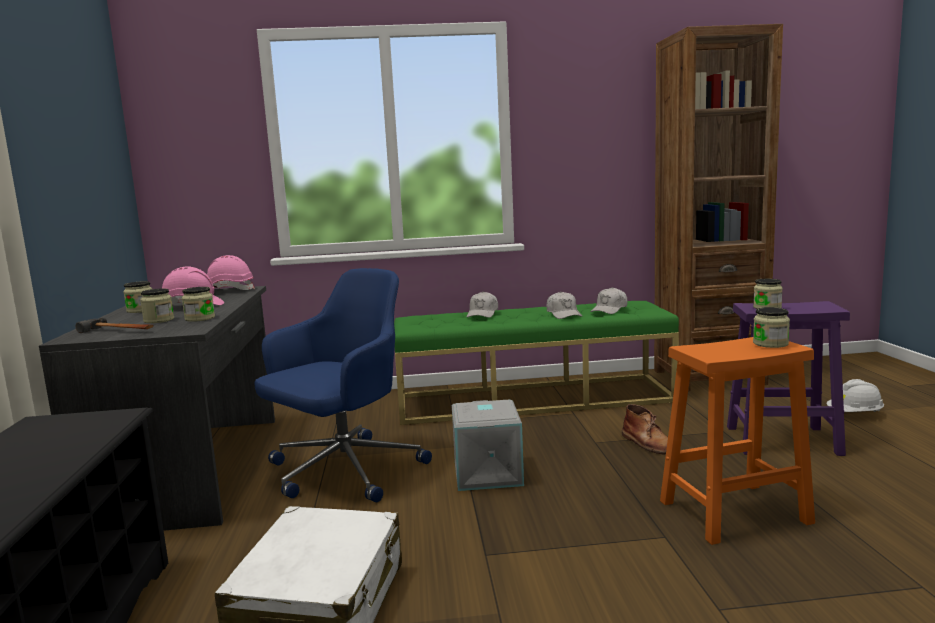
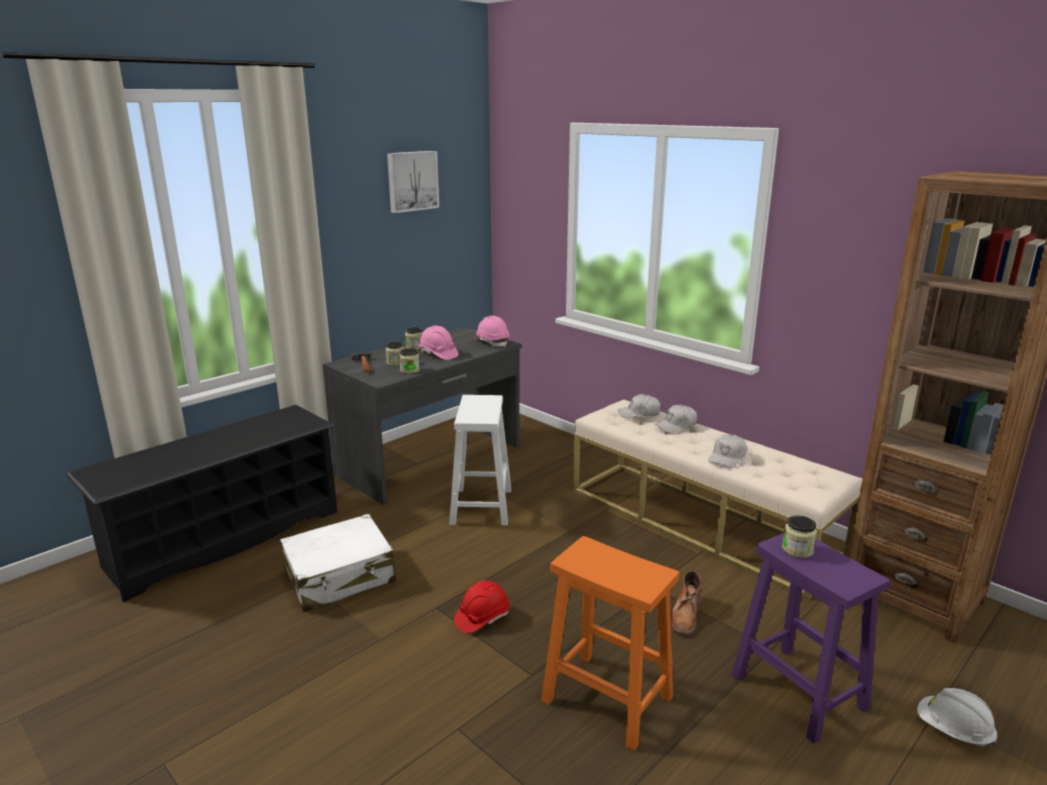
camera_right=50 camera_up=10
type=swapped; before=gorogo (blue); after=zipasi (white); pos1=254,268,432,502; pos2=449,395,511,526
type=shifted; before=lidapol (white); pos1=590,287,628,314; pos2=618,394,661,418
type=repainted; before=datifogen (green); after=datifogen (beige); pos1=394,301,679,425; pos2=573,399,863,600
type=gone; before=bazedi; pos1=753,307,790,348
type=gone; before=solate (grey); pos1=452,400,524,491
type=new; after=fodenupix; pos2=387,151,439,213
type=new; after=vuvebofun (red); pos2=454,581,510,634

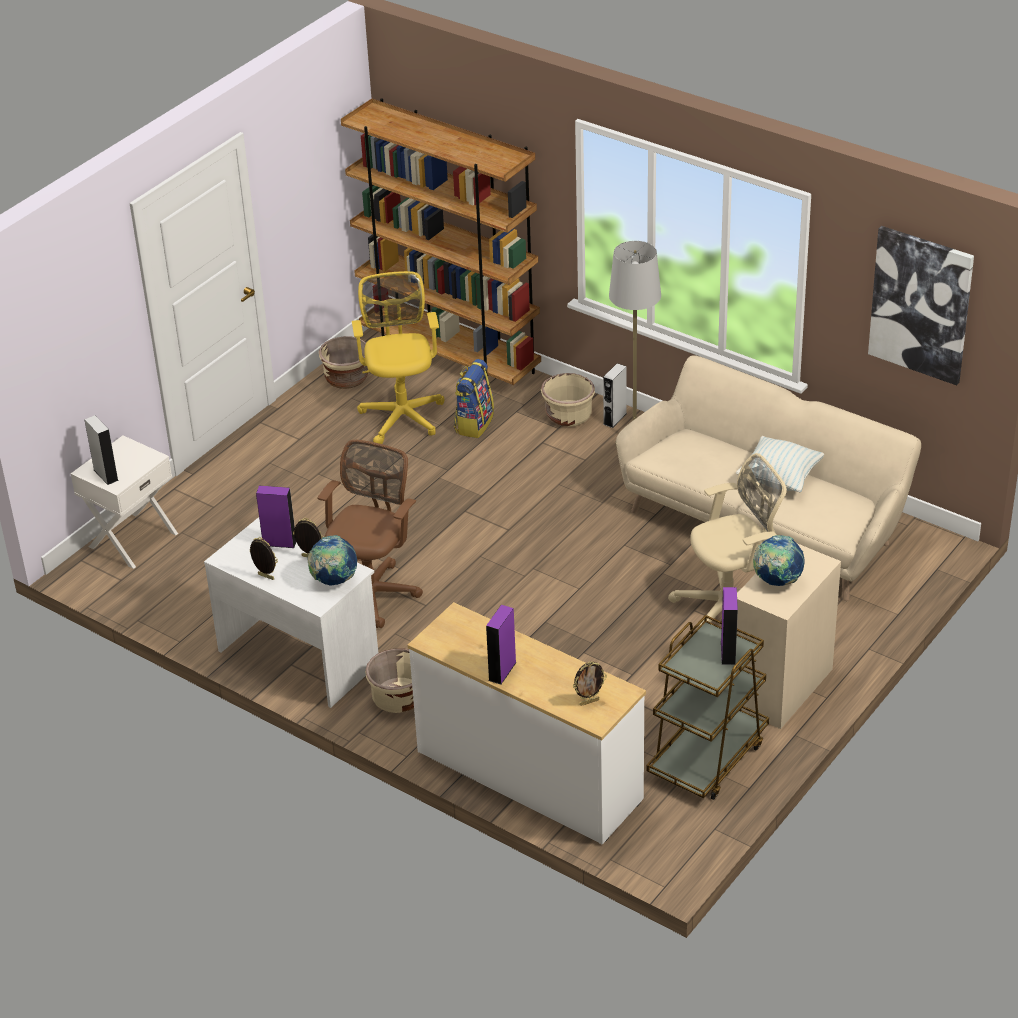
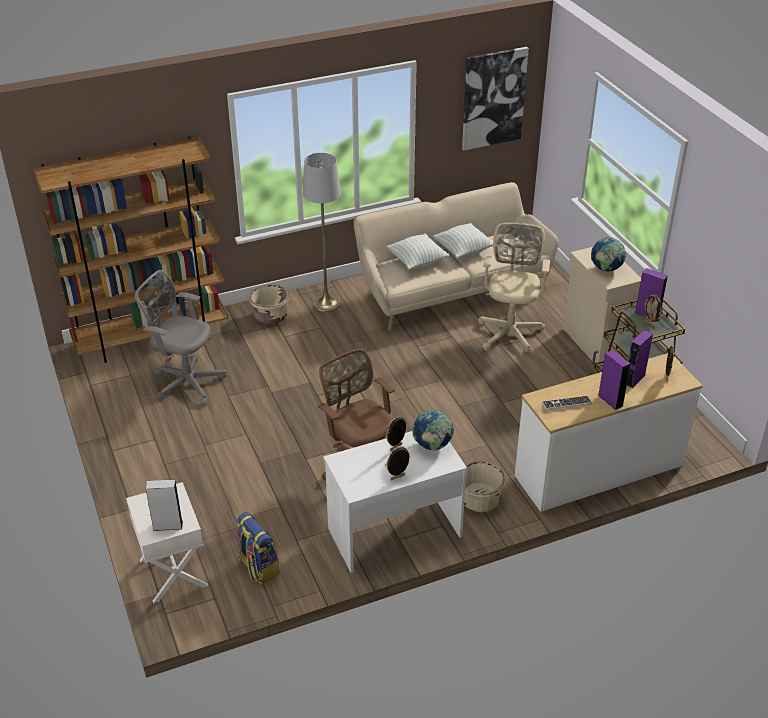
camera_right=-60 camera_up=0
type=repainted; before=gorogo (yellow); after=gorogo (grey); pos1=352,271,444,444; pos2=135,270,227,406
type=gone; before=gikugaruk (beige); pos1=319,336,368,389
type=shifted; before=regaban; pos1=454,359,494,438; pos2=236,512,280,585
type=gone; before=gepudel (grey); pos1=603,363,627,428
type=shifted; before=gepudel (purple); pos1=256,486,296,548; pos2=627,330,653,388
type=new; after=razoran; pos2=386,234,449,269
type=new; after=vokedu; pos2=644,295,663,328
type=new; after=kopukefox; pos2=542,396,592,410

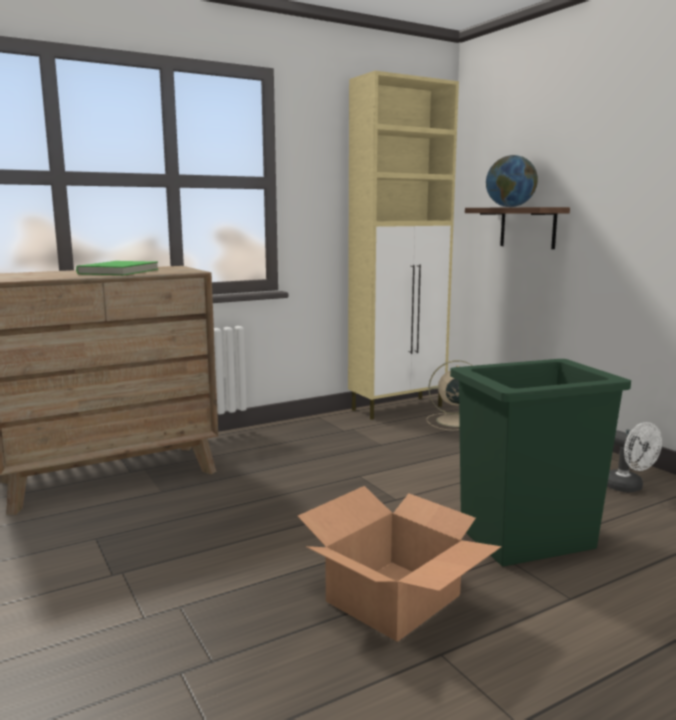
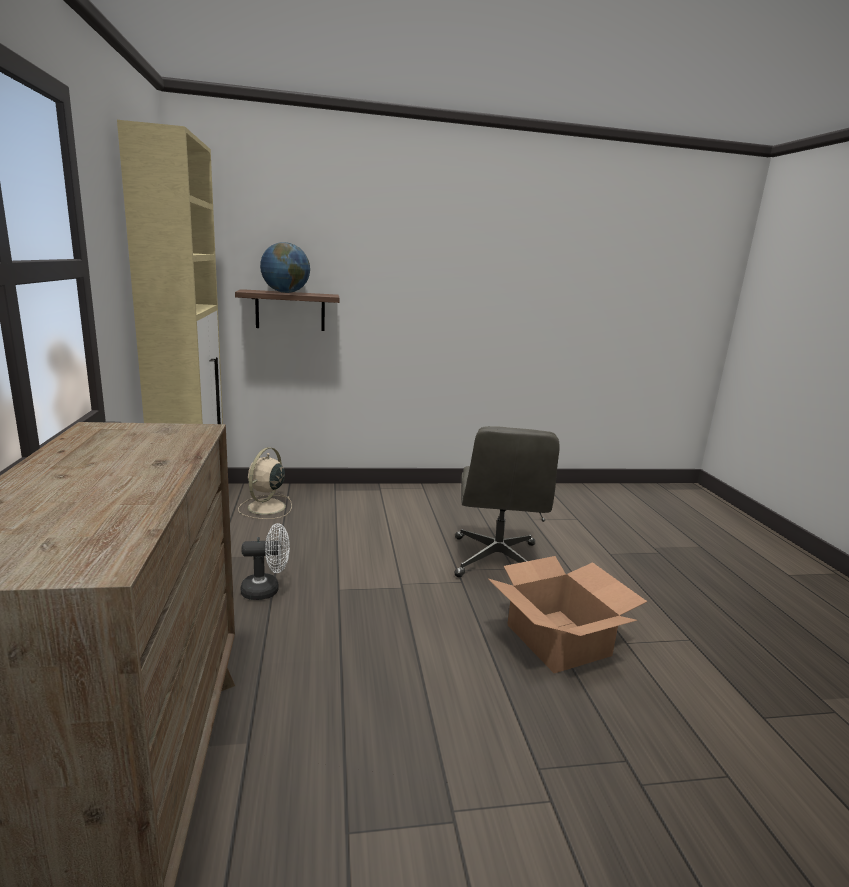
camera_right=-70 camera_up=5
type=gone; before=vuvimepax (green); pos1=76,261,158,275
type=swapped; before=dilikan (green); after=gorogo (grey); pos1=450,359,631,566; pos2=454,426,560,577
type=shifted; before=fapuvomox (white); pos1=607,422,662,492; pos2=241,523,290,600

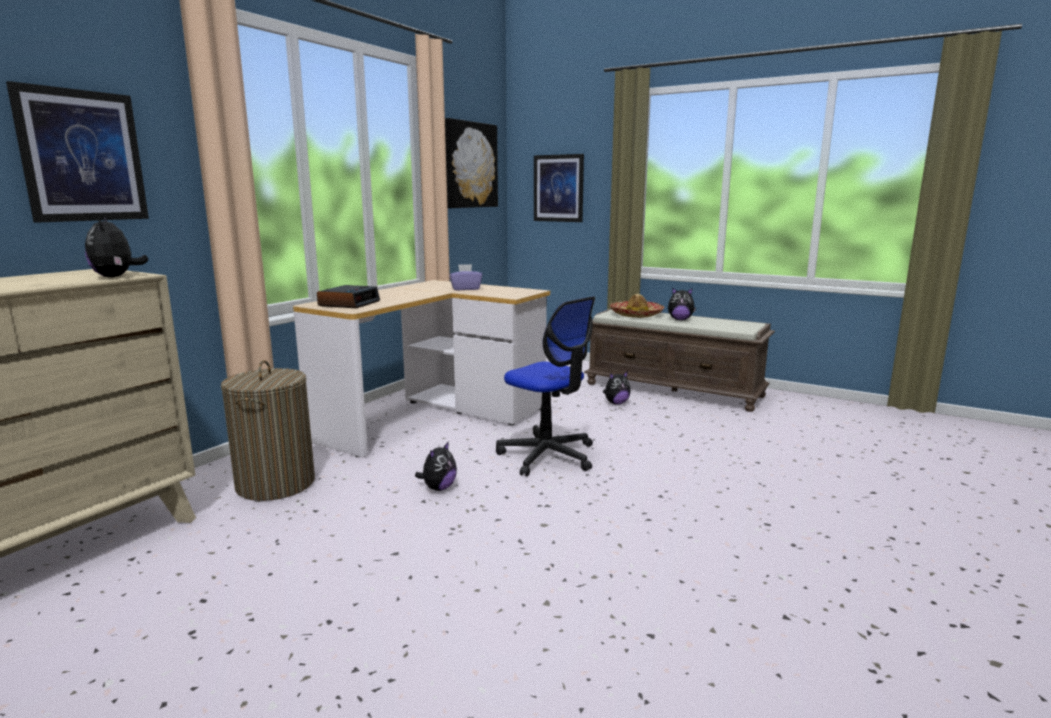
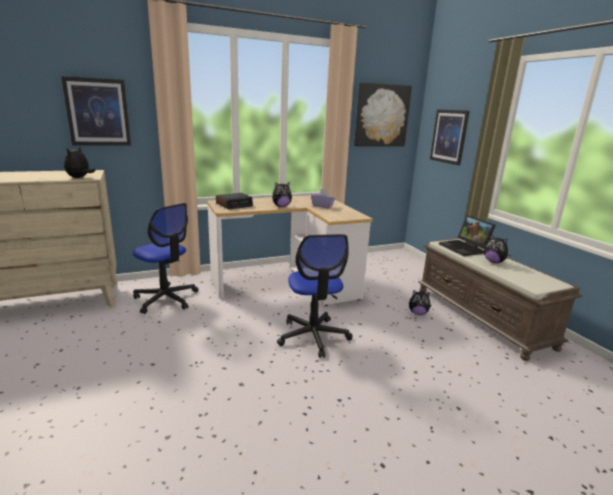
camera_right=35 camera_up=5
type=swapped; before=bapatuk; after=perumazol; pos1=609,294,665,318; pos2=439,215,496,256
type=swapped; before=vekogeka; after=gorogo; pos1=221,360,315,501; pos2=133,203,198,314
type=shifted; before=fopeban; pos1=415,441,457,491; pos2=272,182,292,207

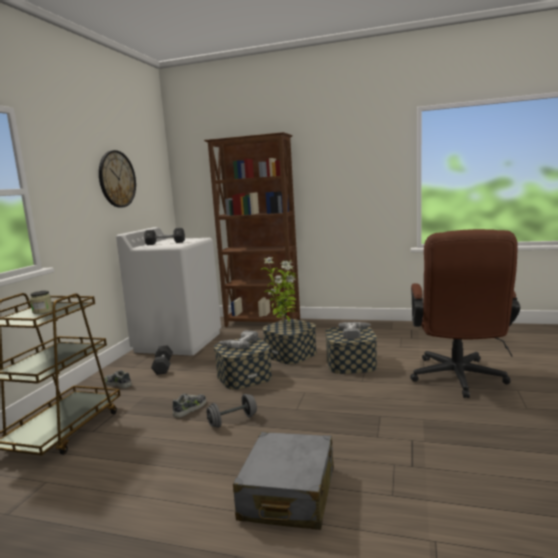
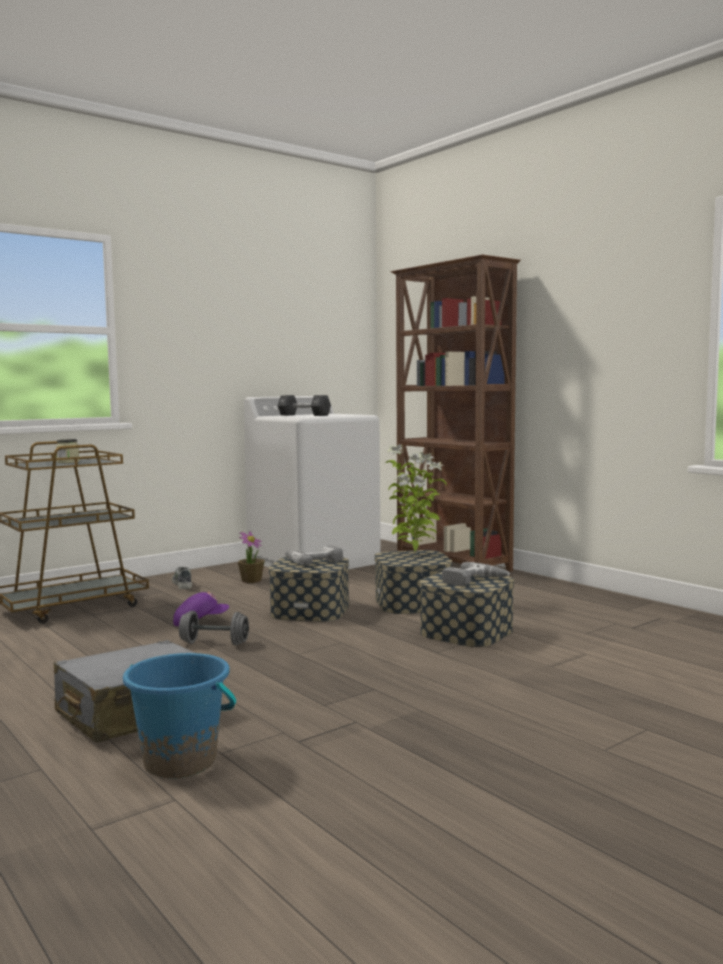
camera_right=35 camera_up=-5
type=gone; before=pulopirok; pos1=99,150,136,207
type=gone; before=gorogo (brown); pos1=410,229,520,398
type=swapped; before=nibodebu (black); after=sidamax; pos1=151,345,173,375; pos2=238,531,265,583
type=swapped; before=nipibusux; after=lidapol (purple); pos1=173,394,206,418; pos2=173,592,229,626
type=new; after=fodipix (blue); pos2=123,653,236,778

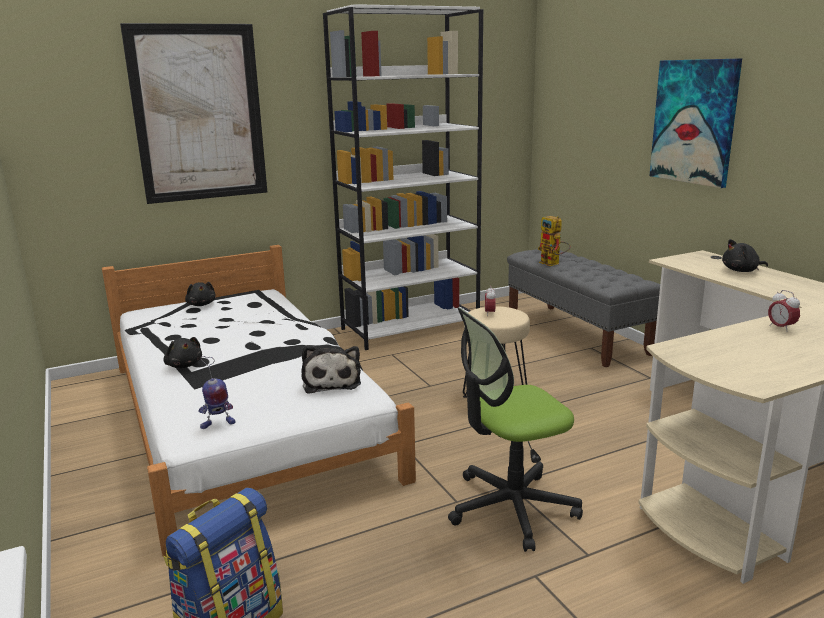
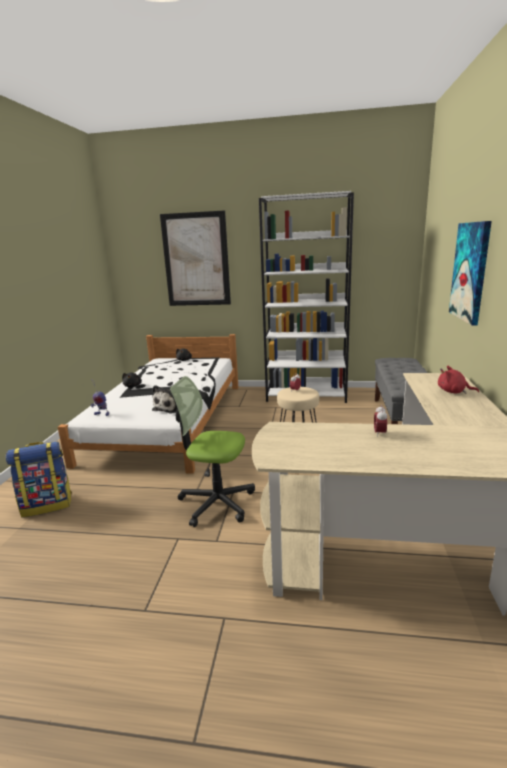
camera_right=35 camera_up=0
type=gone; before=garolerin; pos1=538,216,571,266
type=repainted; before=fopeban (black); after=fopeban (red); pos1=722,239,768,272; pos2=438,366,479,394

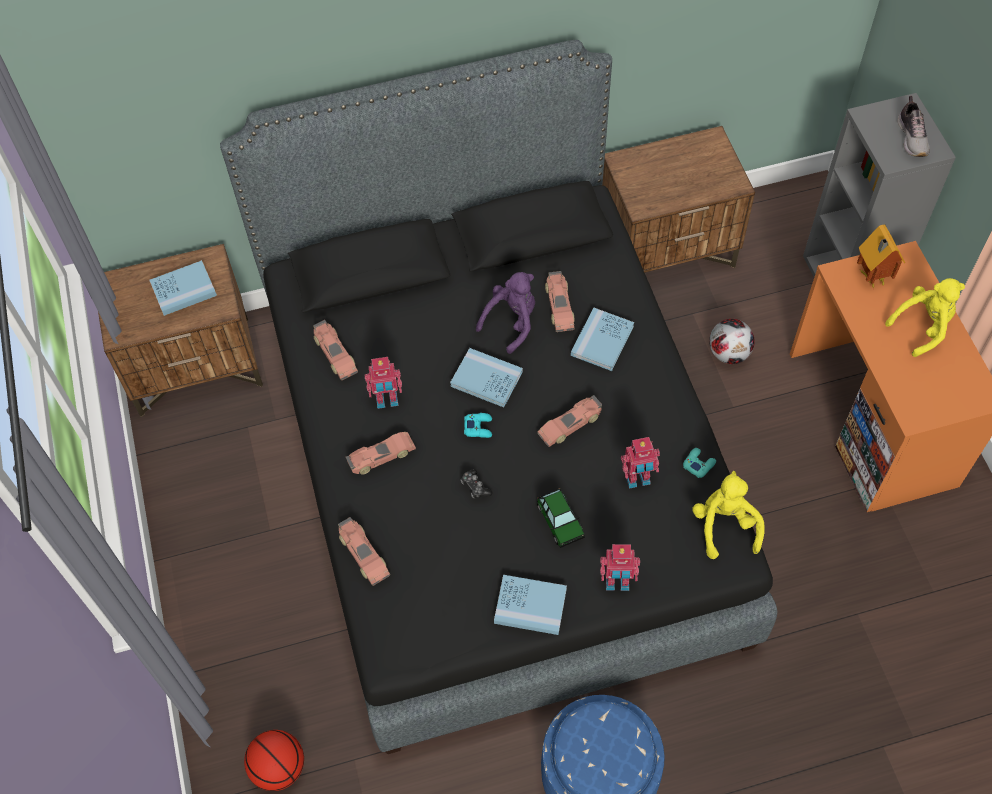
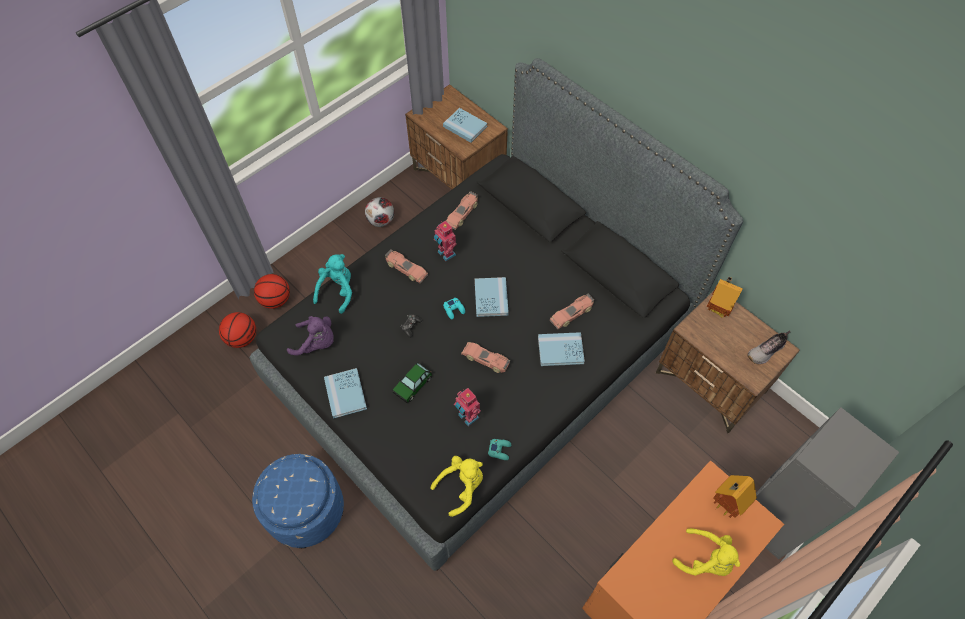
camera_right=60 camera_up=0
type=shifted; before=nipibusux; pos1=898,96,930,157; pos2=748,331,790,364
type=shifted; before=fopeban (purple); pos1=476,272,535,354; pos2=287,316,334,355
type=shifted; before=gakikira; pos1=709,319,755,364; pos2=365,197,394,227
type=swapped; before=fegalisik; after=fopeban (turquoise); pos1=338,517,390,586; pos2=313,254,352,314
type=gone; before=garolerin; pos1=600,544,640,591
type=new; after=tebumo; pos2=254,274,290,309
type=new; after=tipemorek; pos2=707,277,743,318

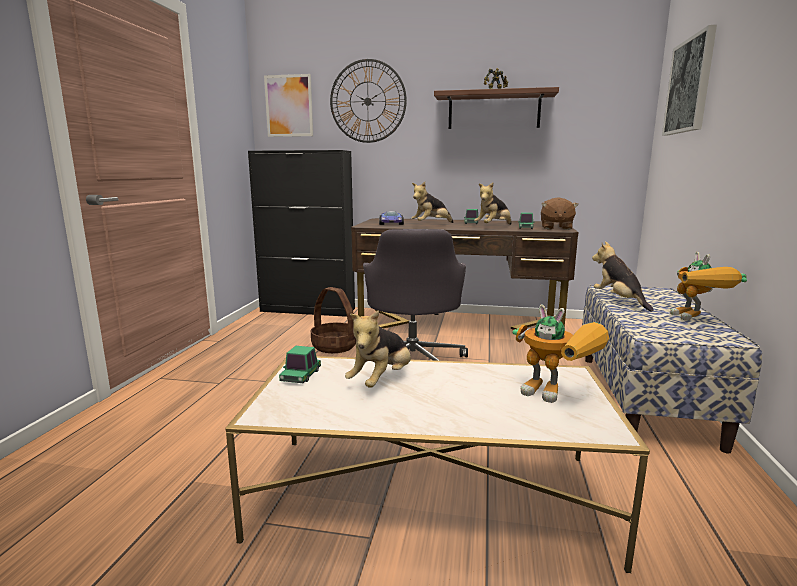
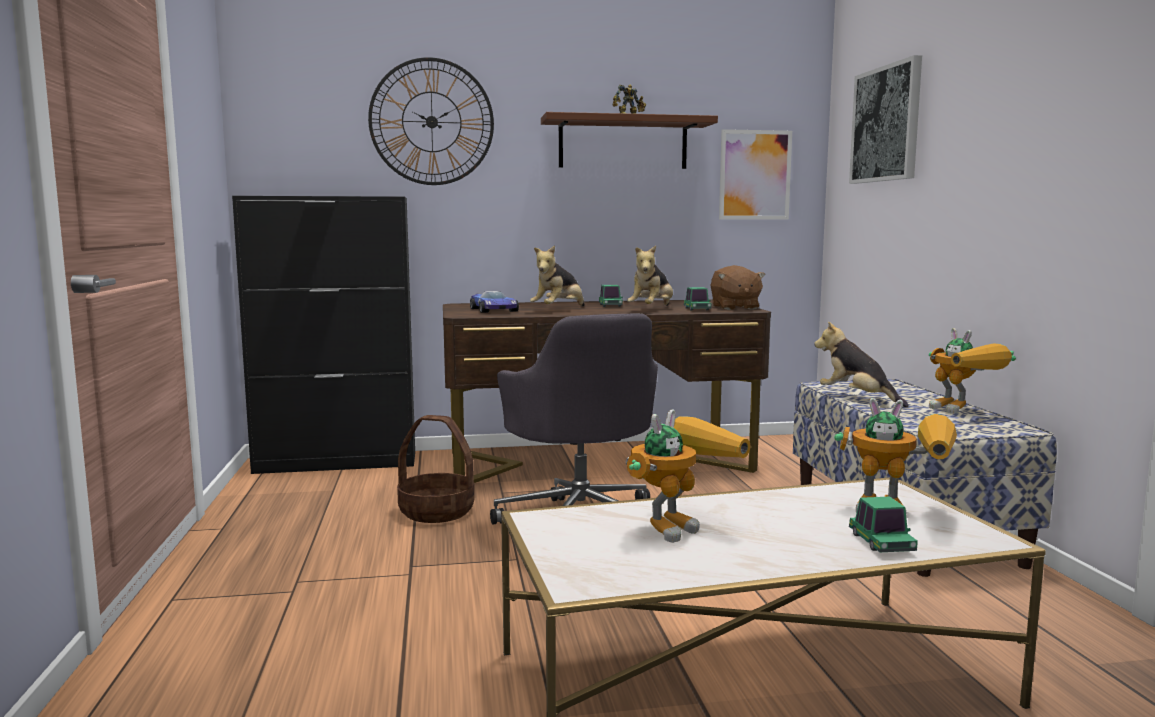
camera_right=-20 camera_up=-5
type=shifted; before=fodenupix; pos1=264,74,313,137; pos2=719,129,792,220
type=swapped; before=fopeban; after=garolerin; pos1=345,310,411,388; pos2=626,409,751,543
type=shifted; before=fegalisik; pos1=279,346,321,383; pos2=849,497,918,552

